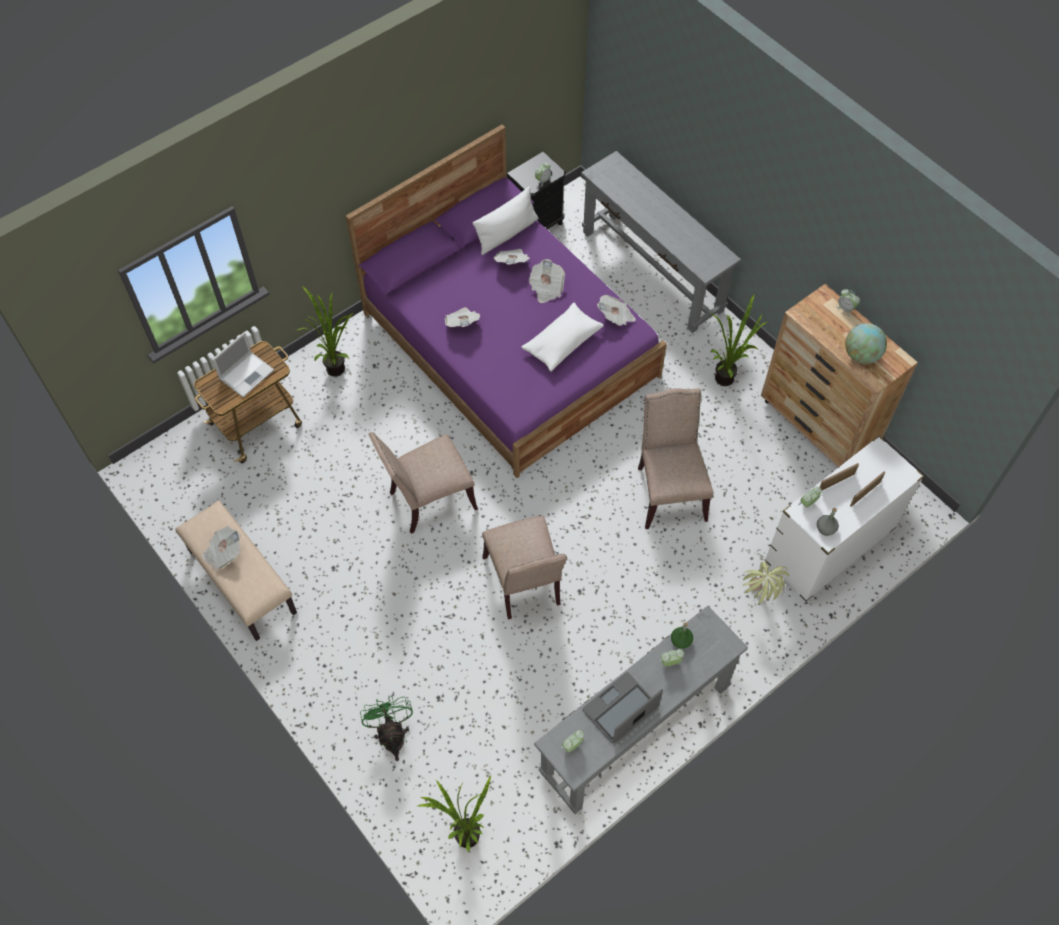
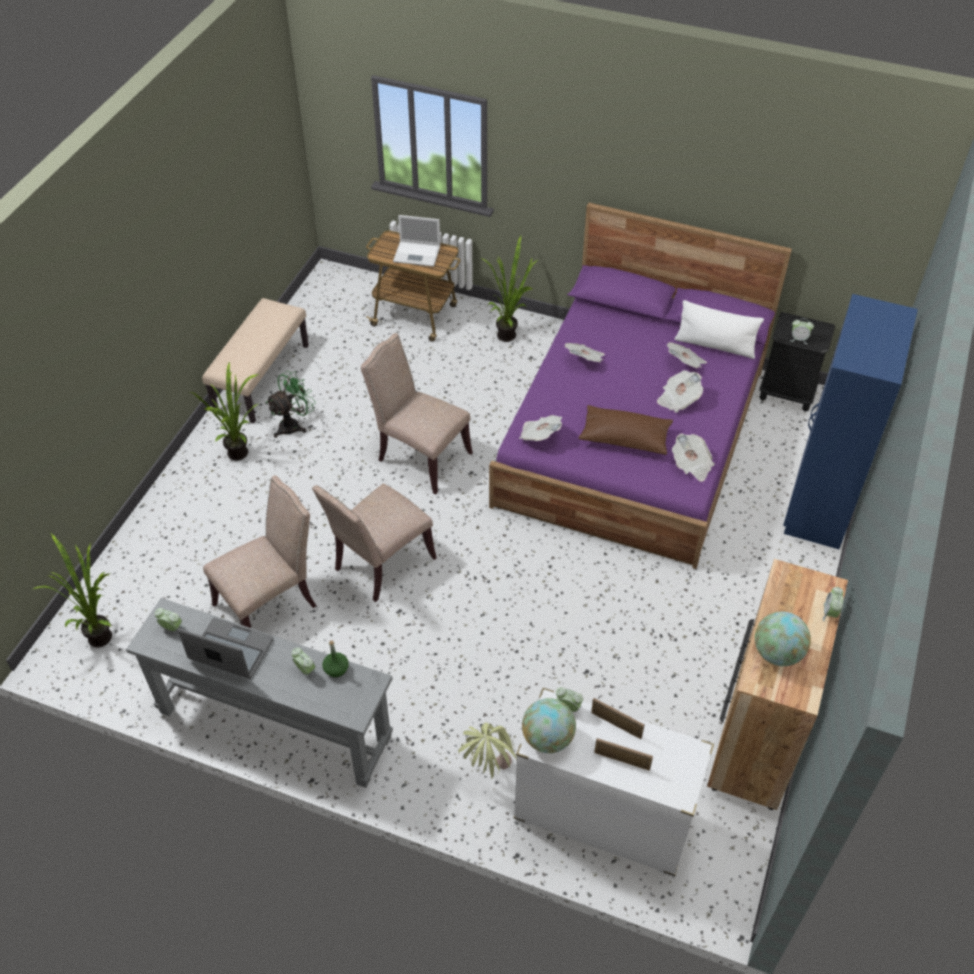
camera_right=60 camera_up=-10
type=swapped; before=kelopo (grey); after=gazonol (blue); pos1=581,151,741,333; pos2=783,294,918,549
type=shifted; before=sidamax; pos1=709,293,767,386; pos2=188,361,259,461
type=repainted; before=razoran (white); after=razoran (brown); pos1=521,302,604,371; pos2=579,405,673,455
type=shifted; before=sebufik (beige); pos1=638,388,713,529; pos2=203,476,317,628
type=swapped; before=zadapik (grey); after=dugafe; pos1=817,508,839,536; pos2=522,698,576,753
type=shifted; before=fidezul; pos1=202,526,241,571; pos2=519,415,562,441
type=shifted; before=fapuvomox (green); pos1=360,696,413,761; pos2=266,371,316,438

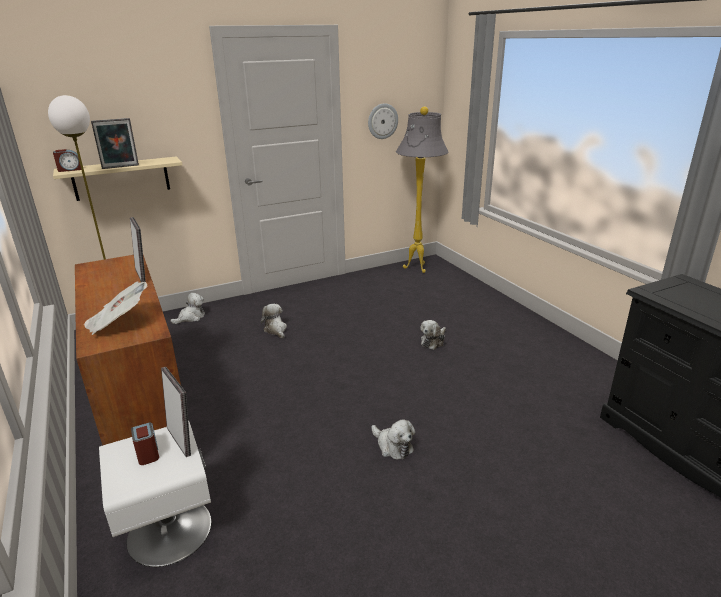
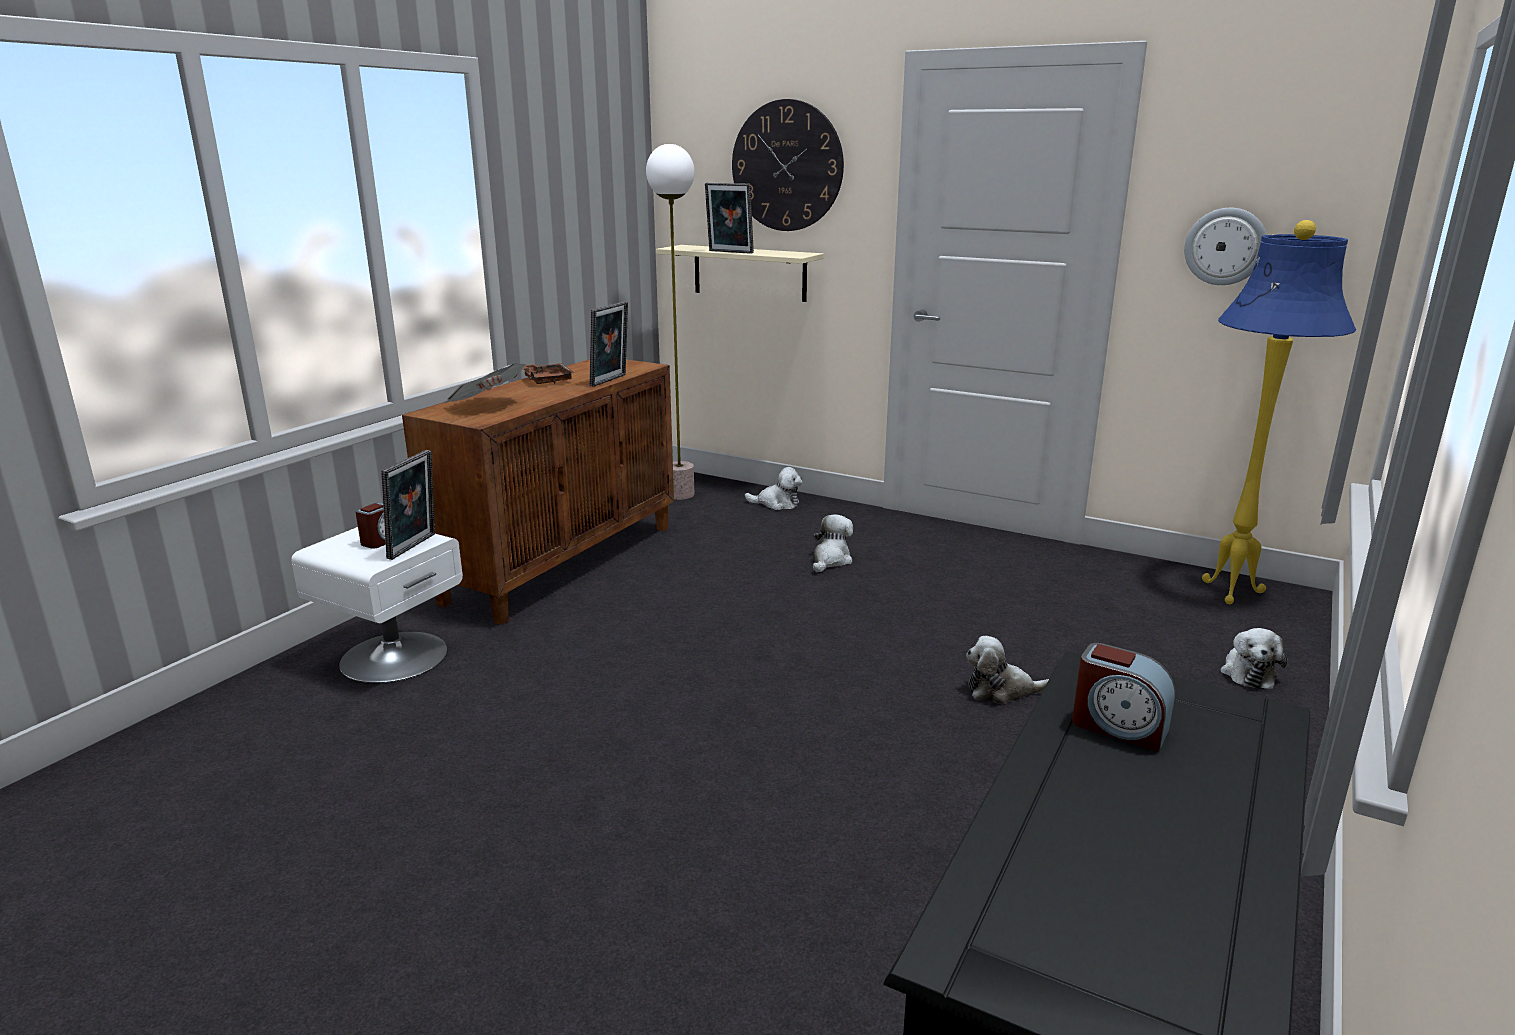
camera_right=55 camera_up=-5
type=repainted; before=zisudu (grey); after=zisudu (blue); pos1=396,106,448,273; pos2=1202,220,1356,604
type=shifted; before=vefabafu; pos1=53,149,81,172; pos2=1072,643,1175,752
type=shifted; before=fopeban; pos1=371,420,415,460; pos2=1220,628,1287,689
type=new; after=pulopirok; pos2=732,99,844,231
type=new; after=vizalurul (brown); pos2=522,363,575,384

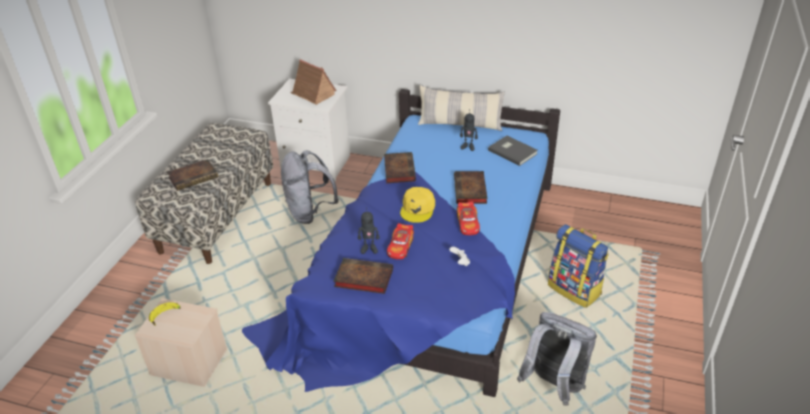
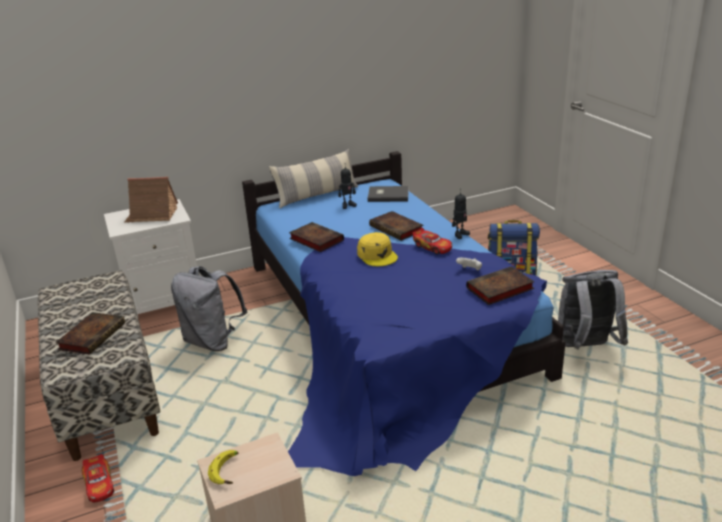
camera_right=-40 camera_up=-10
type=shifted; before=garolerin; pos1=358,208,380,254; pos2=452,188,470,239
type=shifted; before=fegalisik; pos1=387,223,414,259; pos2=82,454,114,502
type=shifted; before=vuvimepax; pos1=333,258,393,294; pos2=466,266,534,305

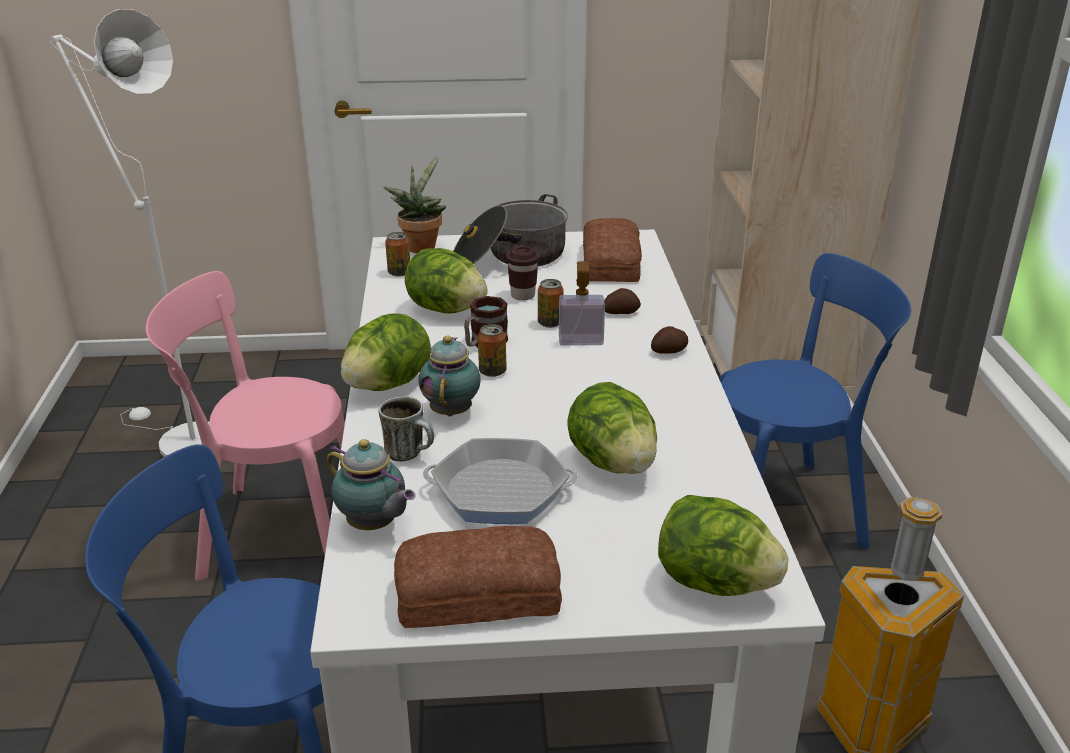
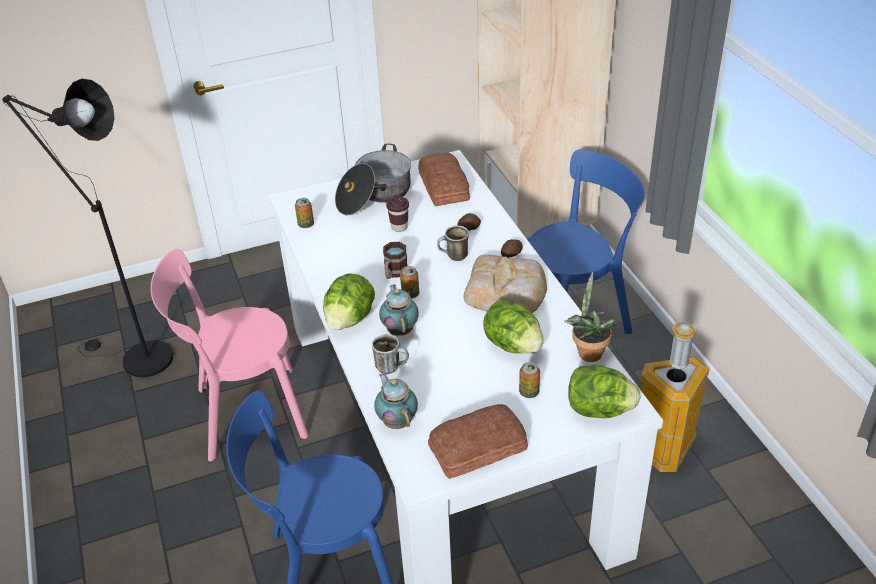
camera_right=-15 camera_up=10
type=repainted; before=zisudu (white); after=zisudu (black); pos1=50,9,210,457; pos2=2,79,173,378
type=shifted; before=sidamax; pos1=383,155,446,253; pos2=564,272,615,362
type=gone; before=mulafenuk; pos1=405,248,488,314
type=swapped; before=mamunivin; after=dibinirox; pos1=559,261,605,346; pos2=437,226,469,261
type=shifted; before=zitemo; pos1=538,279,564,328; pos2=519,362,540,398
type=gone; before=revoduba; pos1=423,438,578,524
type=rotated; before=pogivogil; pos1=327,439,416,530; pos2=374,373,418,429; turn=-135
type=new; after=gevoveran; pos2=463,254,547,313

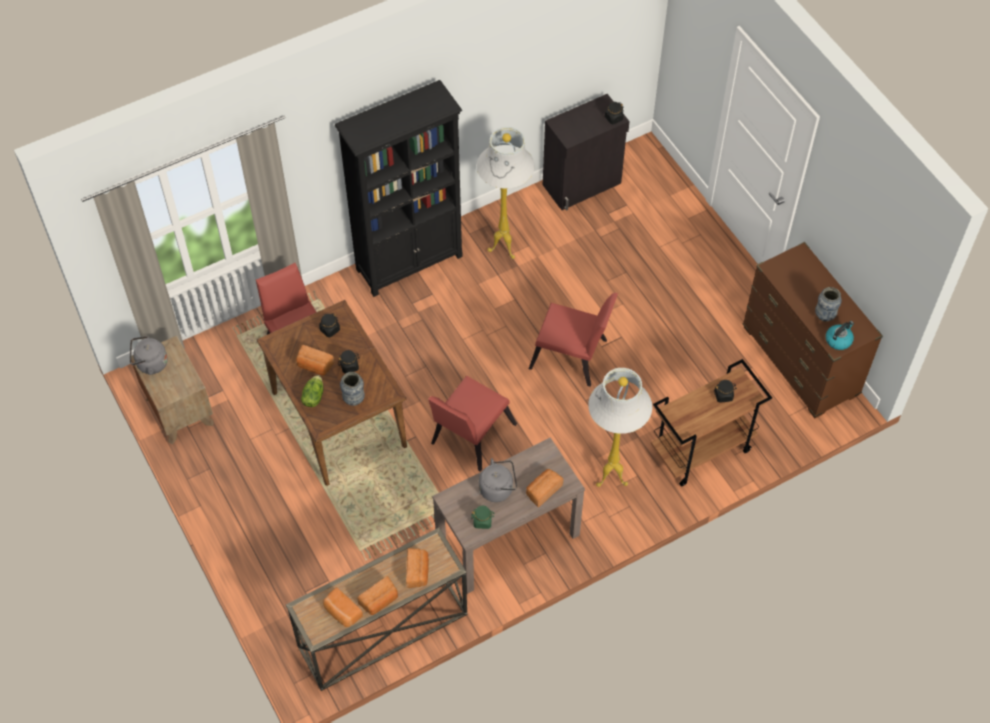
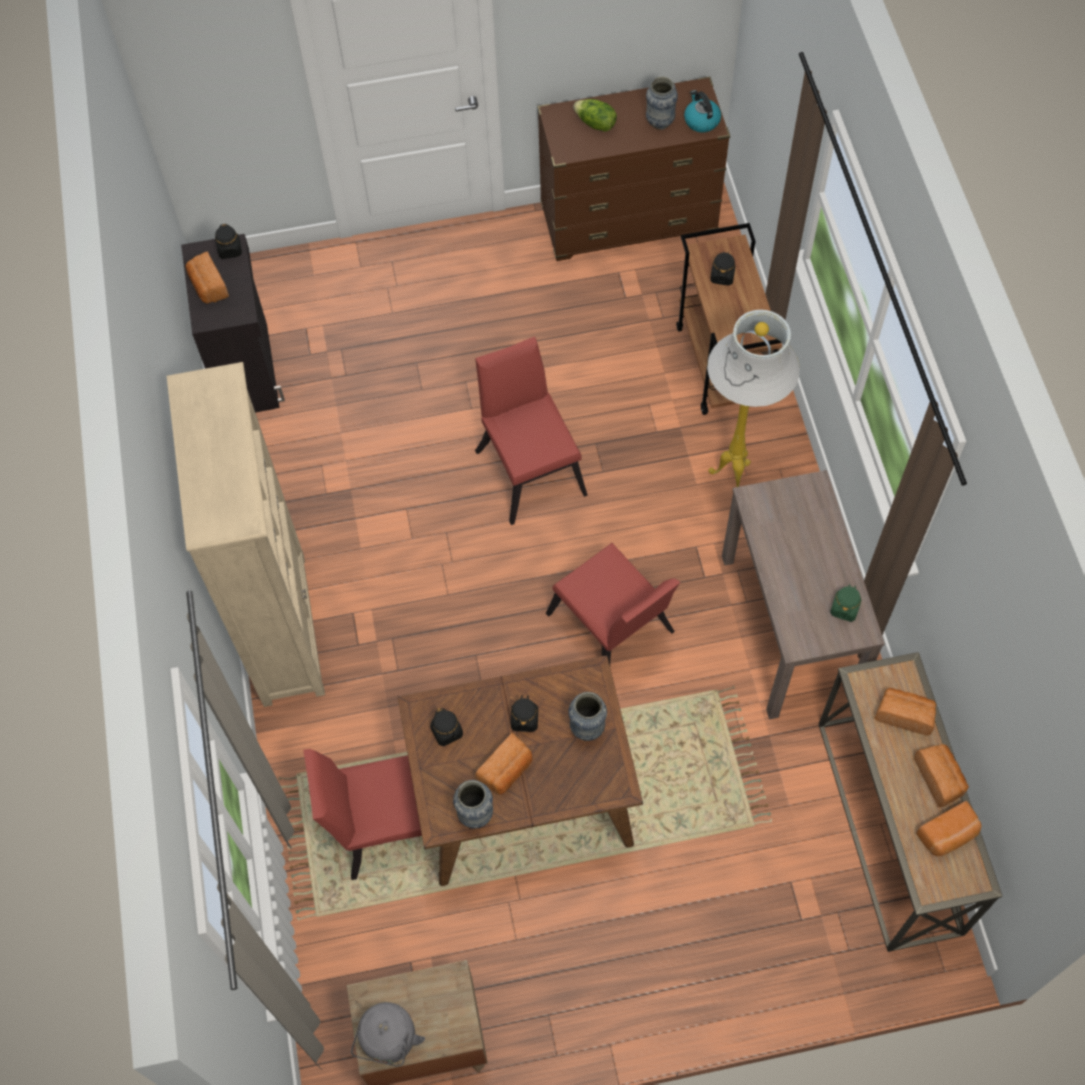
camera_right=-70 camera_up=5
type=repainted; before=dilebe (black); after=dilebe (beige); pos1=335,80,463,297; pos2=167,362,325,707
type=gone; before=zisudu (white); pos1=477,127,535,259
type=rotated; before=sebufik (red); pos1=529,293,618,387; pos2=475,336,588,525; turn=-60
type=shifted; before=mulafenuk; pos1=301,375,324,407; pos2=573,99,617,132
type=gone; before=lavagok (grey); pos1=479,458,517,502
type=shifted; before=gevoveran; pos1=526,469,563,507; pos2=186,251,229,304
type=new; after=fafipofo; pos2=453,780,493,828

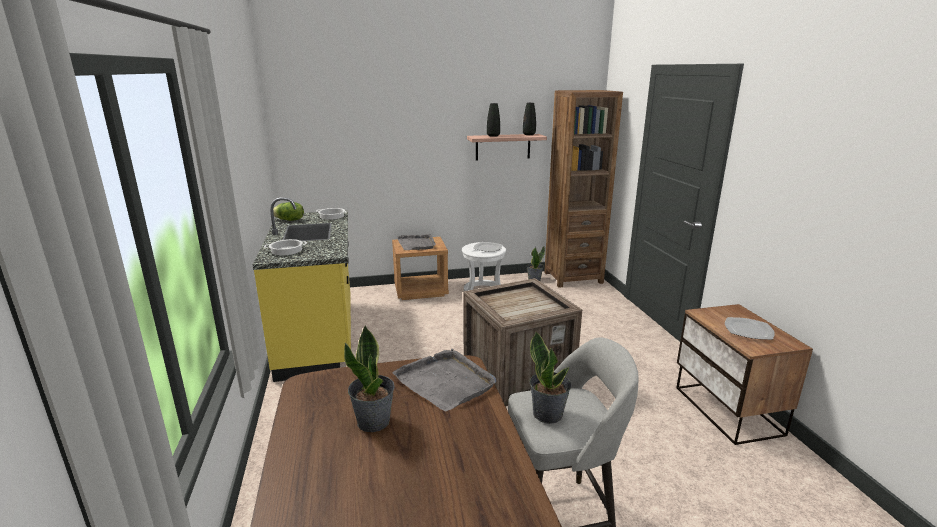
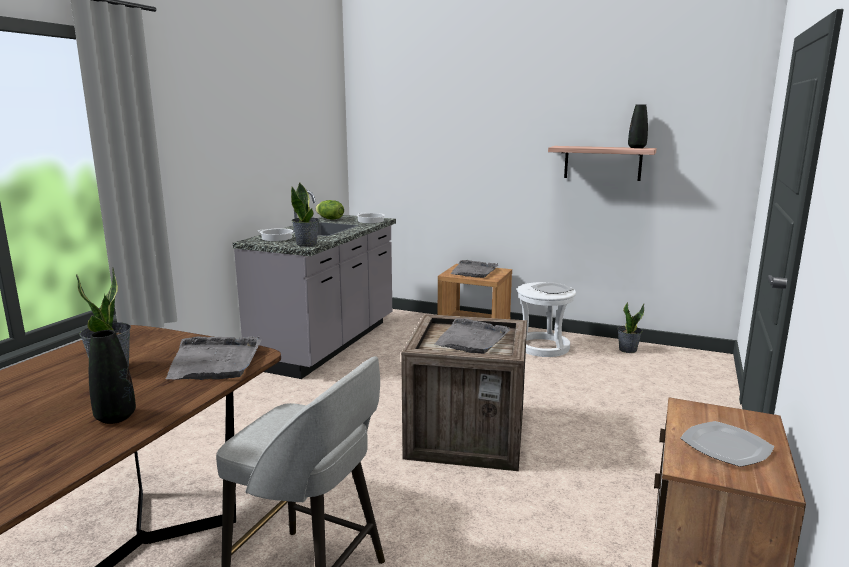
camera_right=35 camera_up=-5
type=gone; before=dilebe (brown); pos1=544,90,623,288
type=shifted; before=fafipofo (black); pos1=487,103,500,137; pos2=89,330,136,424
type=repainted; before=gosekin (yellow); after=gosekin (grey); pos1=253,197,351,382; pos2=233,190,396,379
type=shifted; before=sidamax; pos1=530,331,571,424; pos2=291,183,320,247
type=new; after=vizalurul (grey); pos2=434,318,510,354

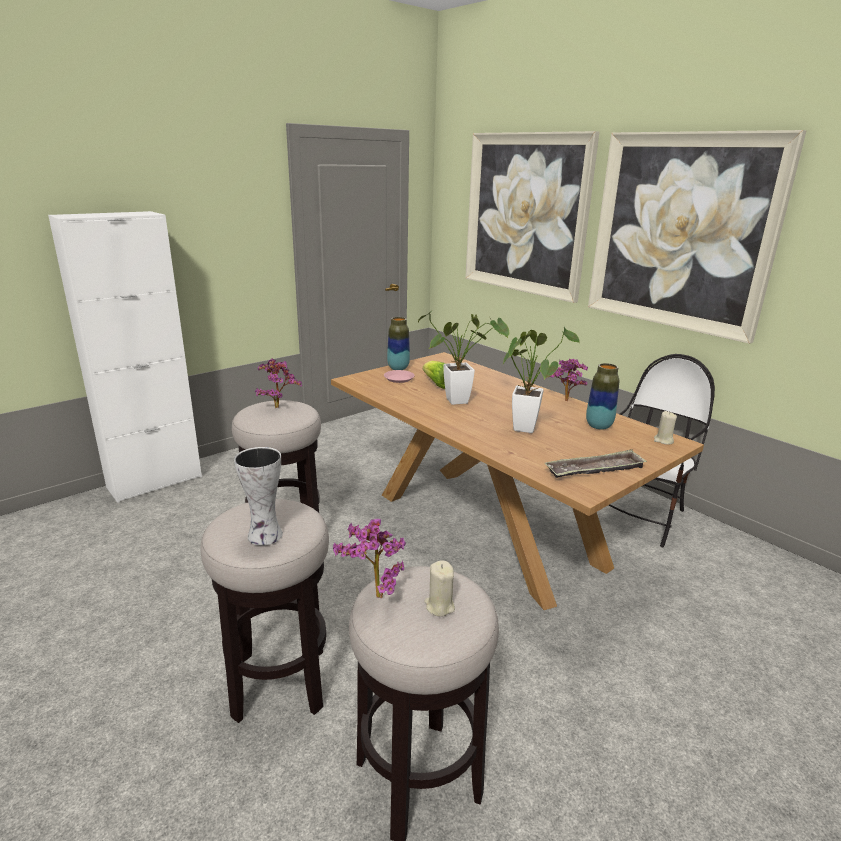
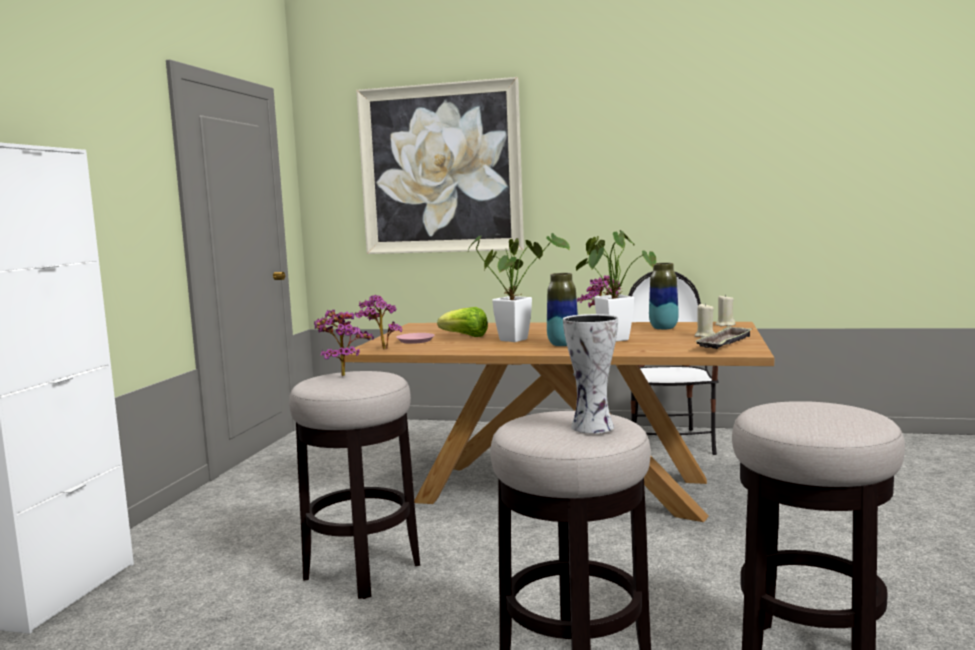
camera_right=-35 camera_up=-15
type=gone; before=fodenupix; pos1=588,130,807,344
type=shifted; before=fafipofo; pos1=387,317,410,370; pos2=547,273,578,347
type=shifted; before=sidamax; pos1=333,519,406,598; pos2=355,295,402,349
type=shifted; before=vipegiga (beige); pos1=424,561,455,617; pos2=694,303,715,337

